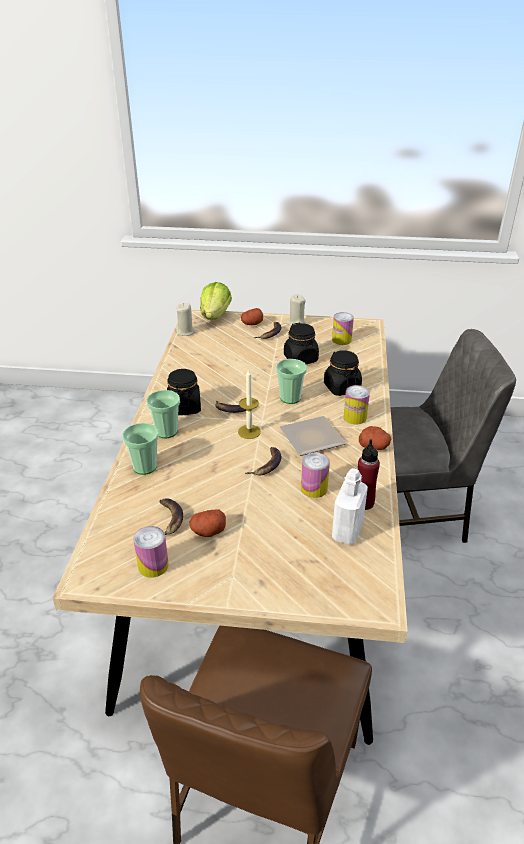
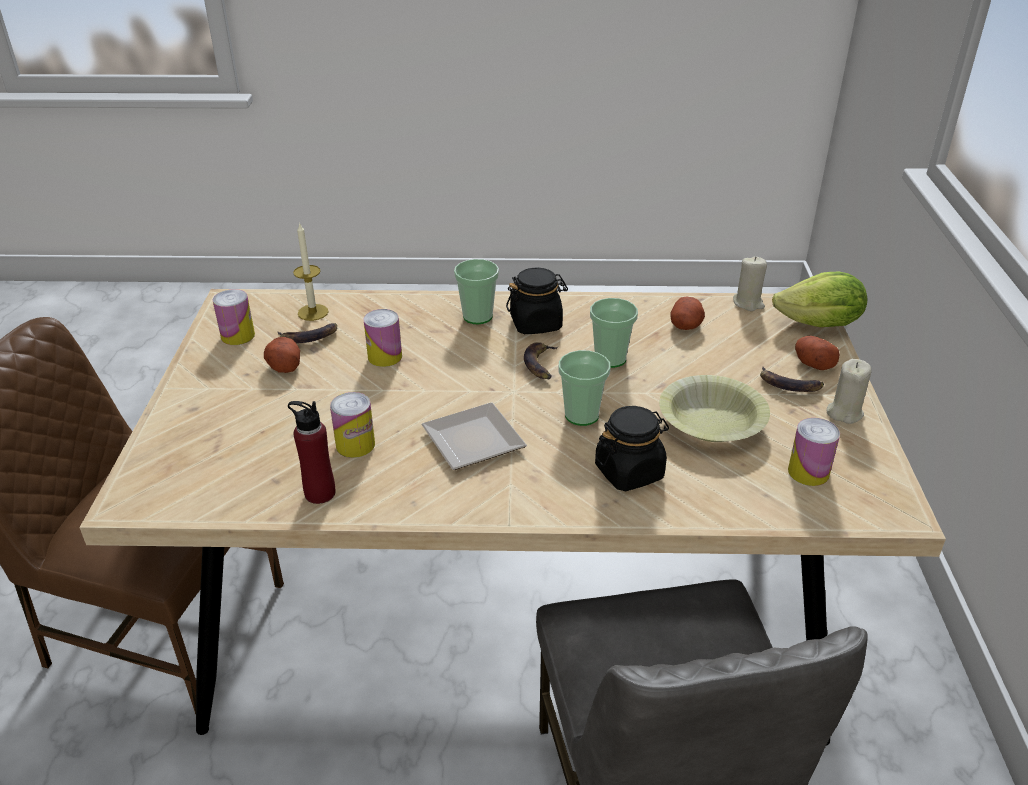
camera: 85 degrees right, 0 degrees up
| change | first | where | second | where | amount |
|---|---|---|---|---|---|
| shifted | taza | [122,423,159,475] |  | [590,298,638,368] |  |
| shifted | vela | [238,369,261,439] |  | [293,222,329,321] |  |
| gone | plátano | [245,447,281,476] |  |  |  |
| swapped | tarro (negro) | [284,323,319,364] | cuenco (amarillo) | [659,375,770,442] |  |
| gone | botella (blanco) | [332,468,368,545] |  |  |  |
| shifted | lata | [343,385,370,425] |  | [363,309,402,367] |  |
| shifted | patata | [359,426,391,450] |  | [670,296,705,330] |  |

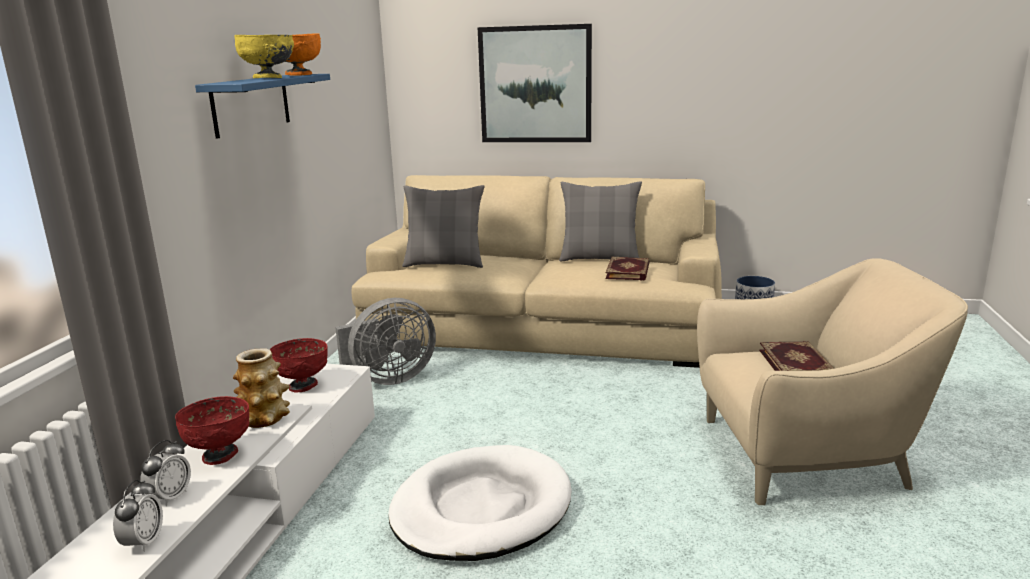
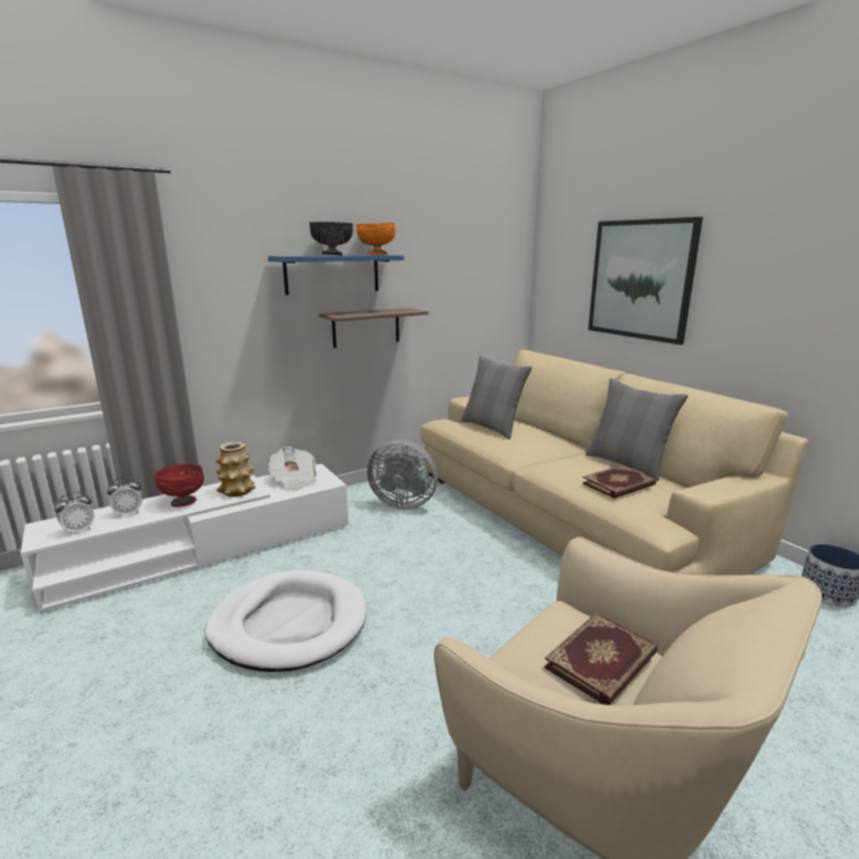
camera: 45 degrees right, 0 degrees up
| change | first | where | second | where | amount |
|---|---|---|---|---|---|
| repainted | cuenco (amarillo) | [234,35,294,78] | cuenco (negro) | [309,222,353,255] |  |
| swapped | cuenco (rojo) | [270,338,327,392] | periódico | [268,447,317,492] |  |
| new |  |  | estante | [319,308,429,348] |  |

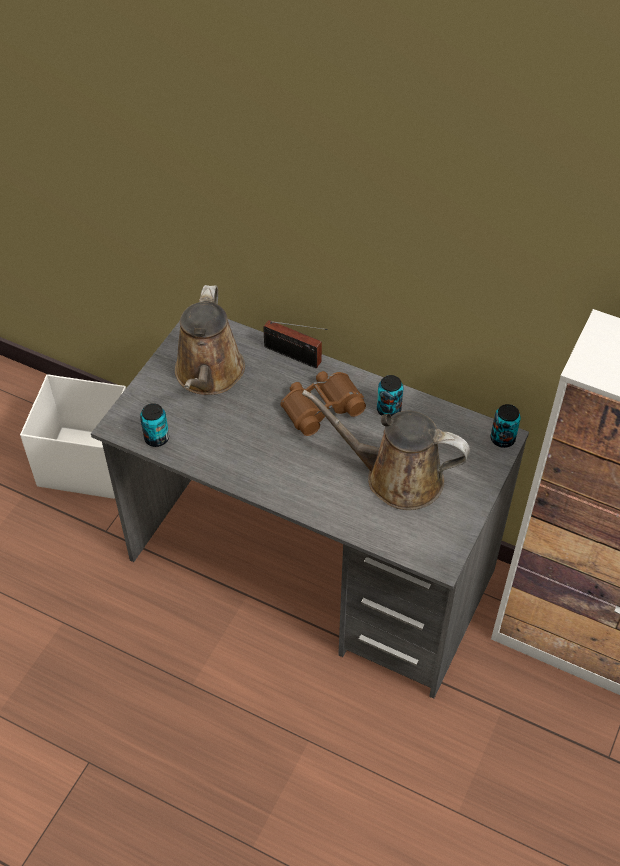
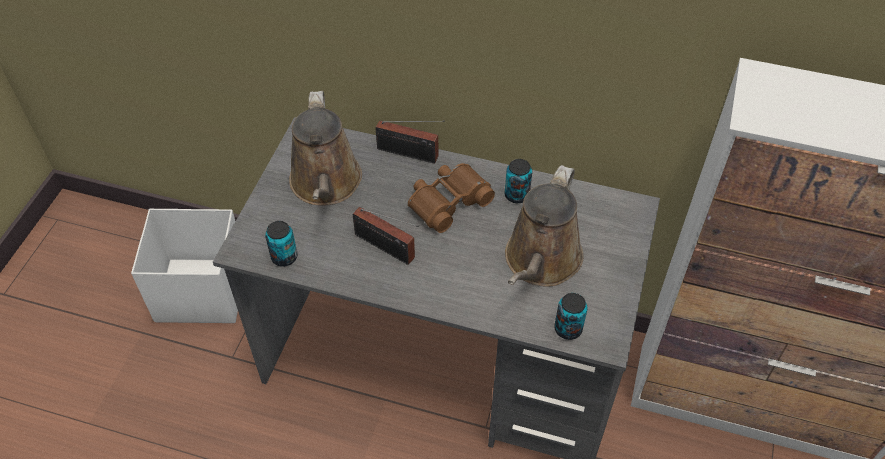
camera: 10 degrees left, 0 degrees up
| change | first | where | second | where | amount |
|---|---|---|---|---|---|
| rotated | regadera (marrón) | [302,390,470,510] |  | [505,165,583,287] | 75 degrees counterclockwise |
| shifted | lata | [491,404,521,448] |  | [554,293,587,340] |  |
| new |  |  | radio | [353,207,419,265] |  |

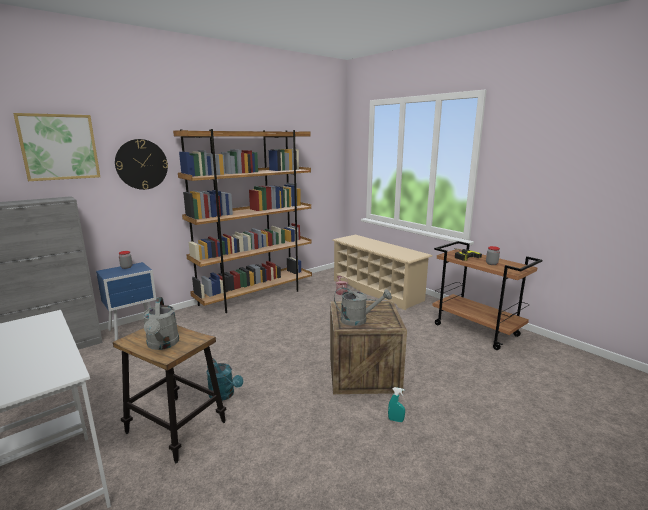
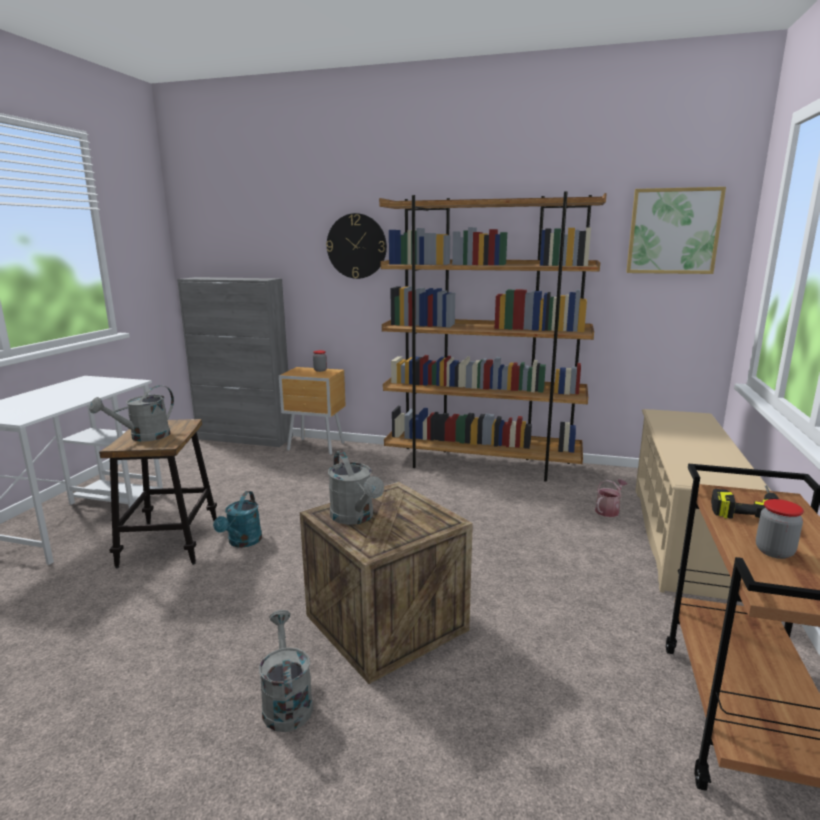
camera: 55 degrees right, 0 degrees up
| change | first | where | second | where | amount |
|---|---|---|---|---|---|
| shifted | cuadro | [13,113,100,181] |  | [626,187,726,274] |  |
| repainted | mesita de noche (azul) | [96,262,156,341] | mesita de noche (marrón) | [279,367,346,455] |  |
| swapped | pulverizador (turquesa) | [388,387,405,422] | regadera (gris) | [259,610,313,732] |  |

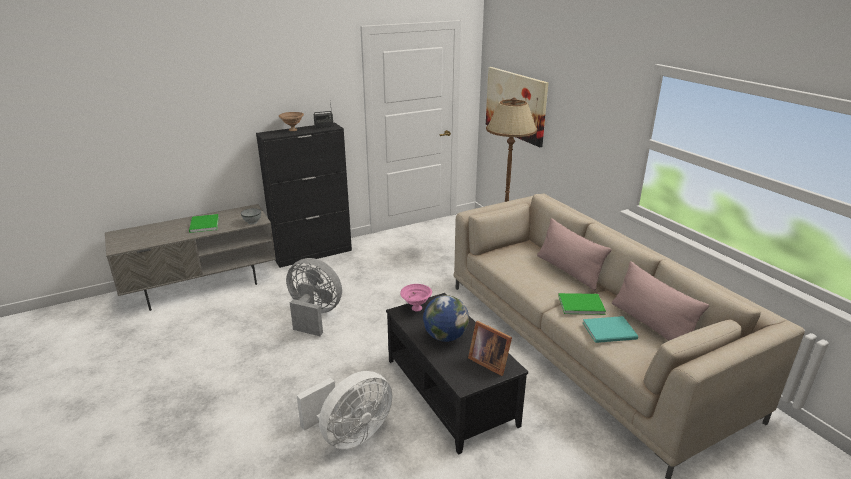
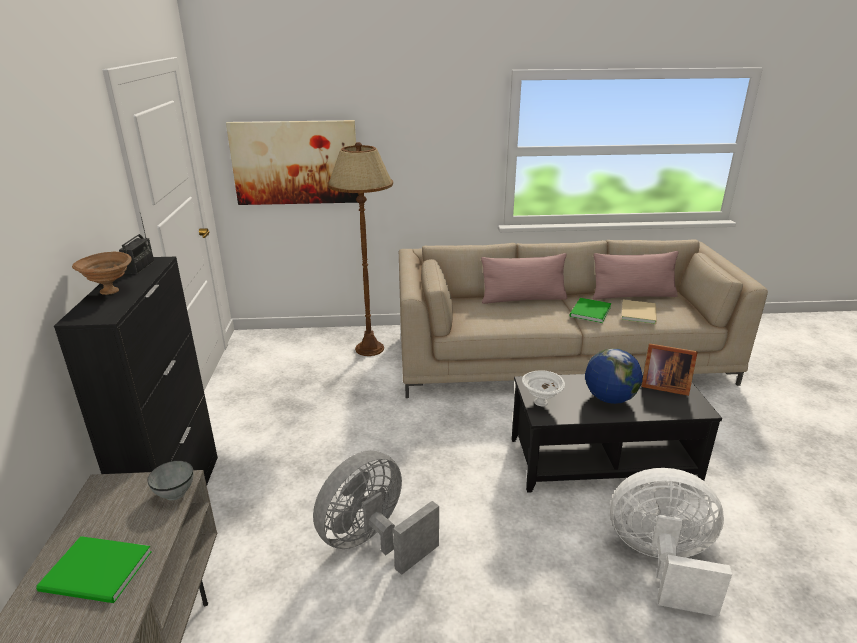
camera: 65 degrees left, 0 degrees up
| change | first | where | second | where | amount |
|---|---|---|---|---|---|
| rotated | ventilador (blanco) | [296,371,392,449] |  | [610,468,732,617] | 60 degrees counterclockwise |
| repainted | cuenco (rosa) | [400,284,432,312] | cuenco (blanco) | [522,370,565,406] |  |
| rotated | portarretratos | [468,321,512,376] |  | [641,343,698,396] | 45 degrees clockwise |
| repainted | libro (turquesa) | [583,316,638,343] | libro (beis) | [621,299,657,324] |  |

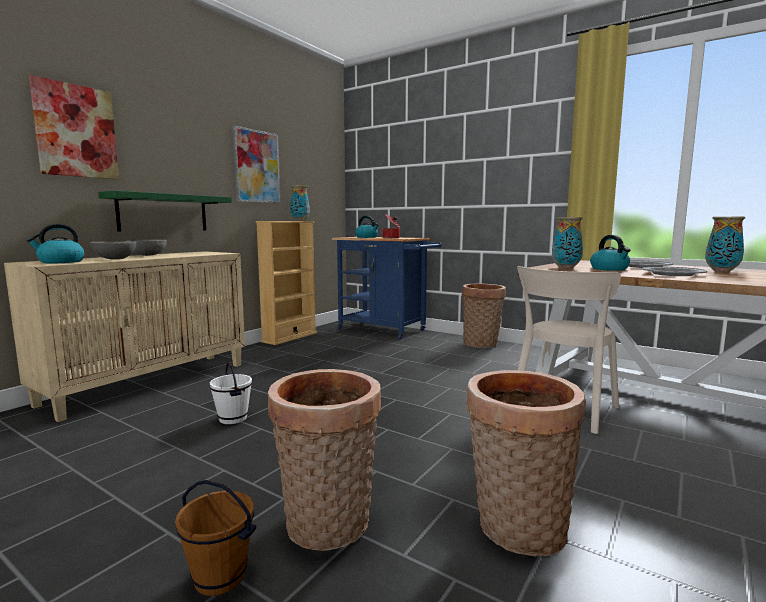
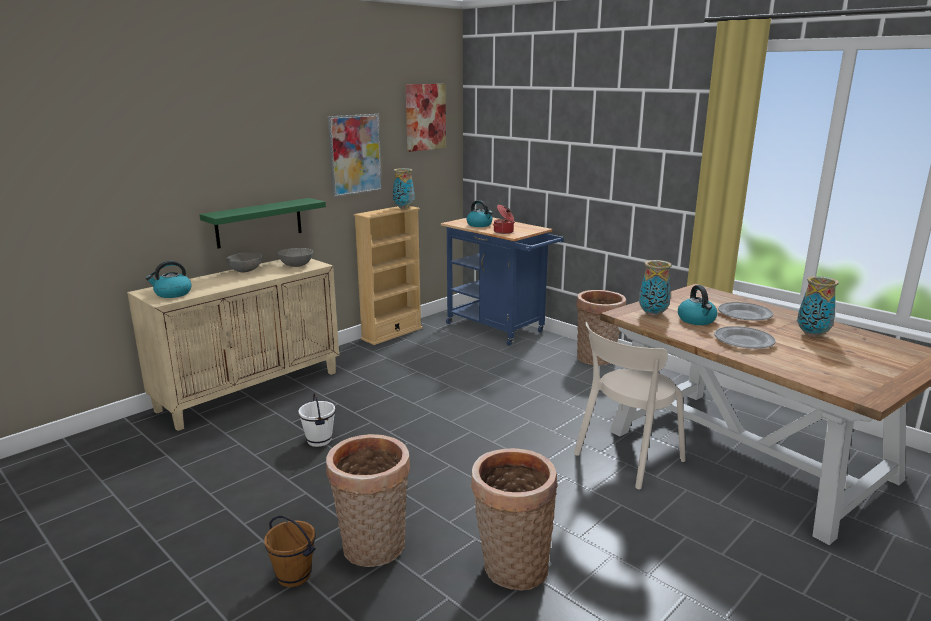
camera: 10 degrees right, 10 degrees up
| change | first | where | second | where | amount |
|---|---|---|---|---|---|
| shifted | cuadro | [29,75,119,180] |  | [405,84,446,152] |  |
| shifted | cuenco (gris) | [90,241,137,259] |  | [278,248,313,267] |  |

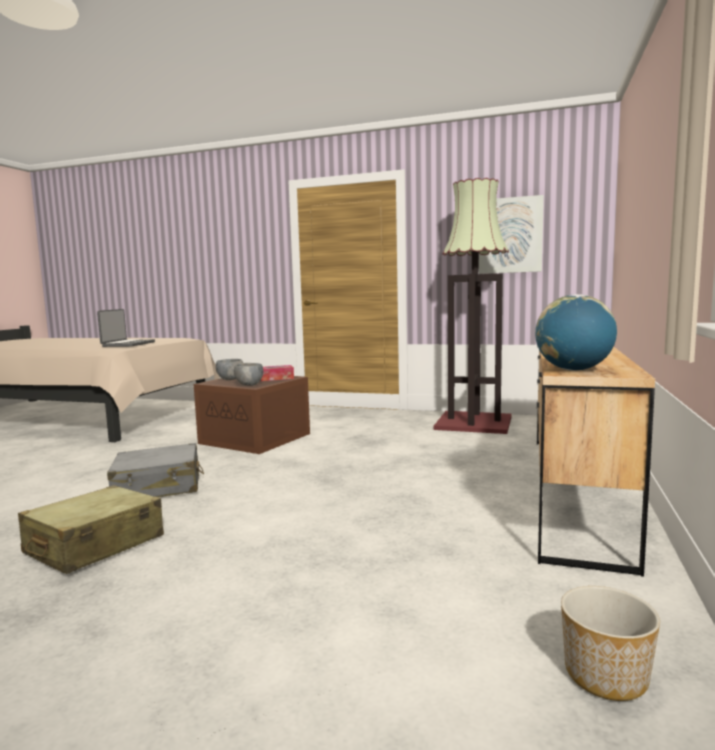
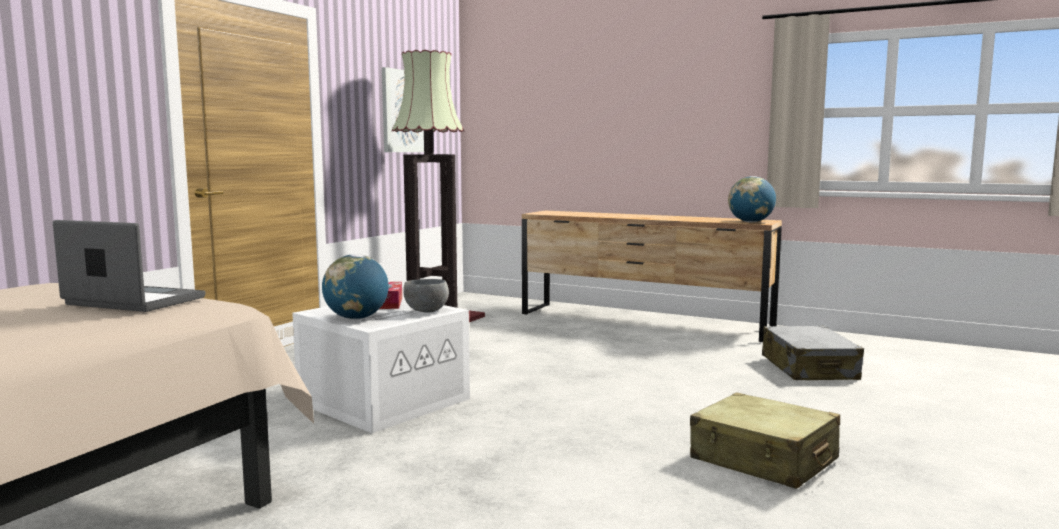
camera: 80 degrees left, 0 degrees up
| change | first | where | second | where | amount |
|---|---|---|---|---|---|
| shifted | maleta (gris) | [107,443,204,497] |  | [762,326,864,380] |  |
| repainted | caja de almacenaje (marrón) | [194,376,310,454] | caja de almacenaje (blanco) | [292,297,470,433] |  |
| swapped | cuenco (gris) | [216,359,243,380] | globo terráqueo | [322,254,389,319] |  |
| gone | maceta | [561,586,660,701] |  |  |  |

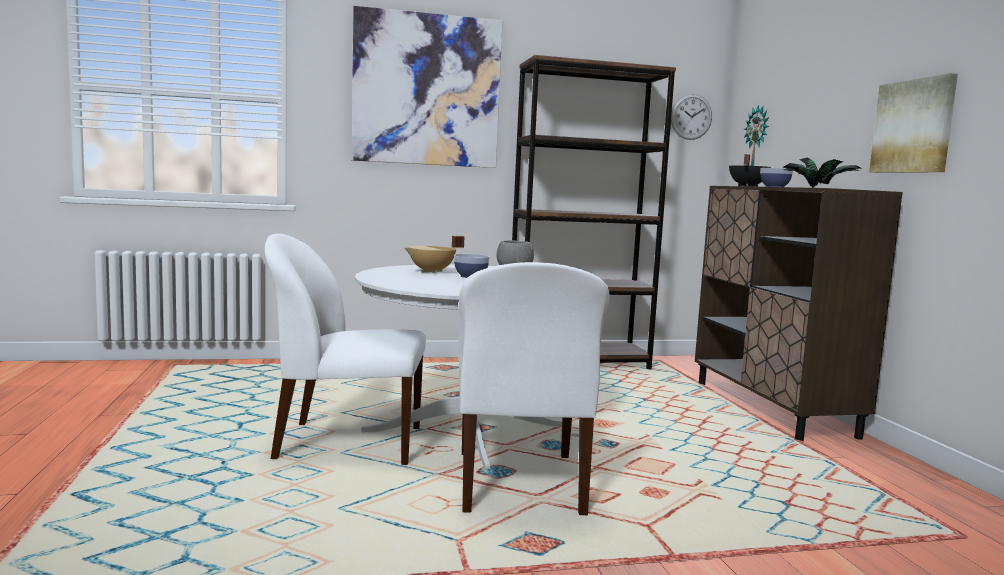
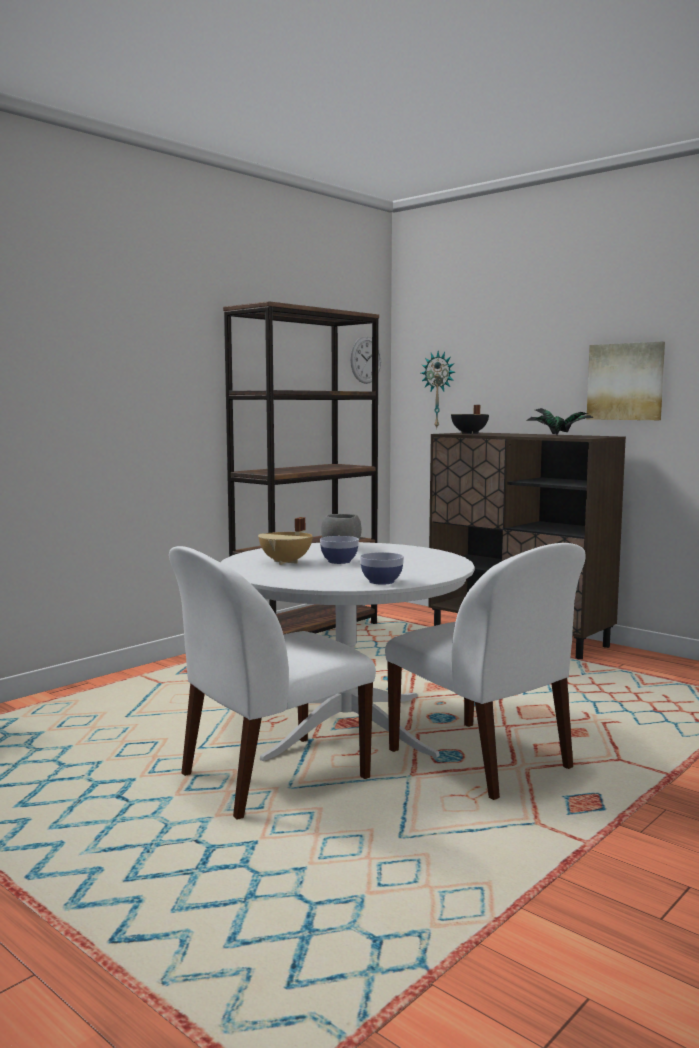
camera: 35 degrees left, 0 degrees up
| change | first | where | second | where | amount |
|---|---|---|---|---|---|
| gone | cuadro | [351,6,503,168] |  |  |  |
| shifted | cuenco | [760,168,793,187] |  | [360,552,404,585] |  |

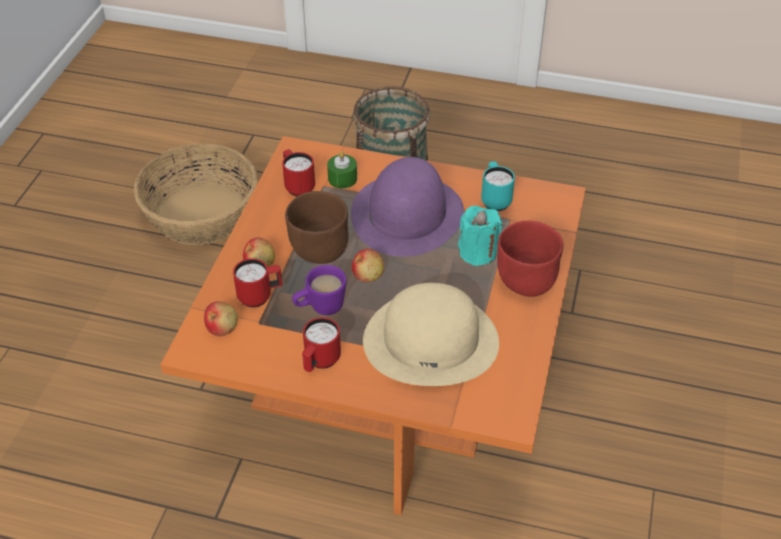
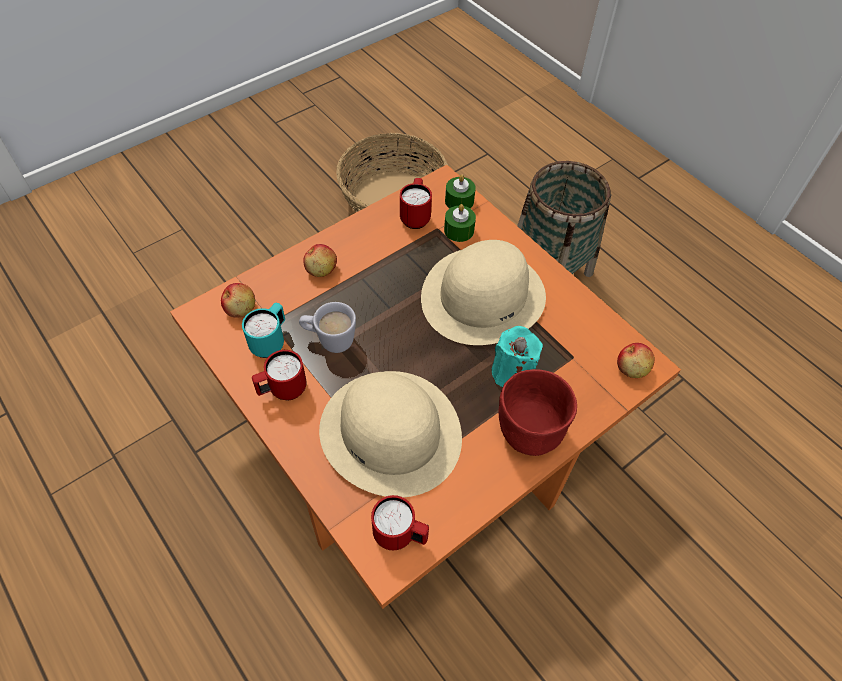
camera: 35 degrees right, 10 degrees up
| change | first | where | second | where | amount |
|---|---|---|---|---|---|
| shifted | taza grande (rojo) | [233,258,282,307] |  | [371,495,429,550] |  |
| gone | cuenco (marrón) | [285,191,348,264] |  |  |  |
| repainted | taza grande (morado) | [292,265,347,315] | taza grande (blanco) | [299,302,356,353] |  |
| repainted | sombrero (morado) | [351,157,464,257] | sombrero (beis) | [421,240,546,345] |  |
| shifted | manzana | [352,249,384,282] |  | [617,343,655,378] |  |
| shifted | taza grande (turquesa) | [481,161,515,211] |  | [242,303,285,358] |  |
| new |  |  | vela (verde) | [445,175,476,209] |  |

